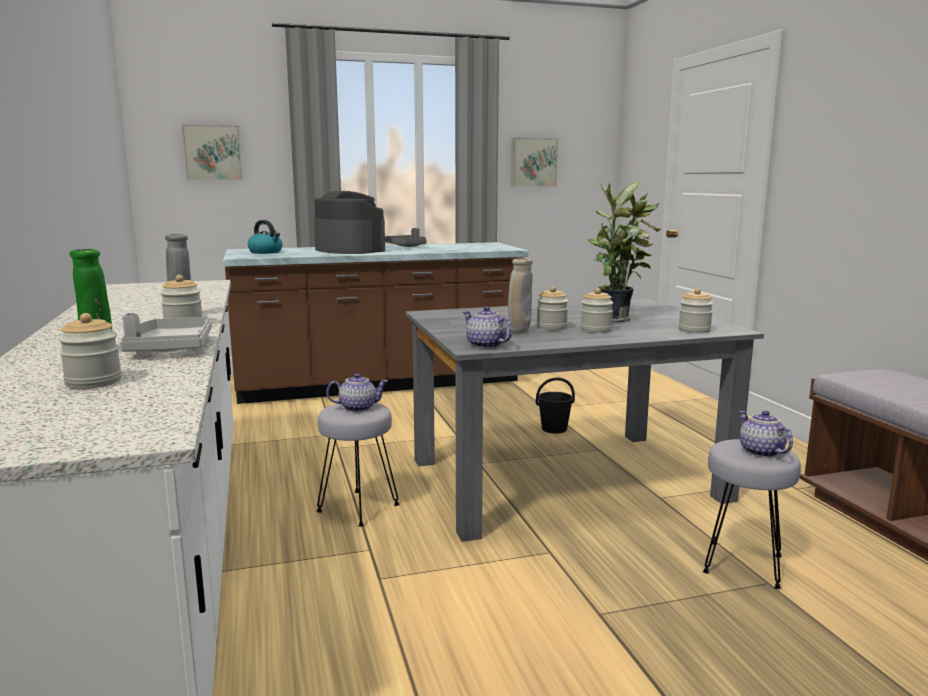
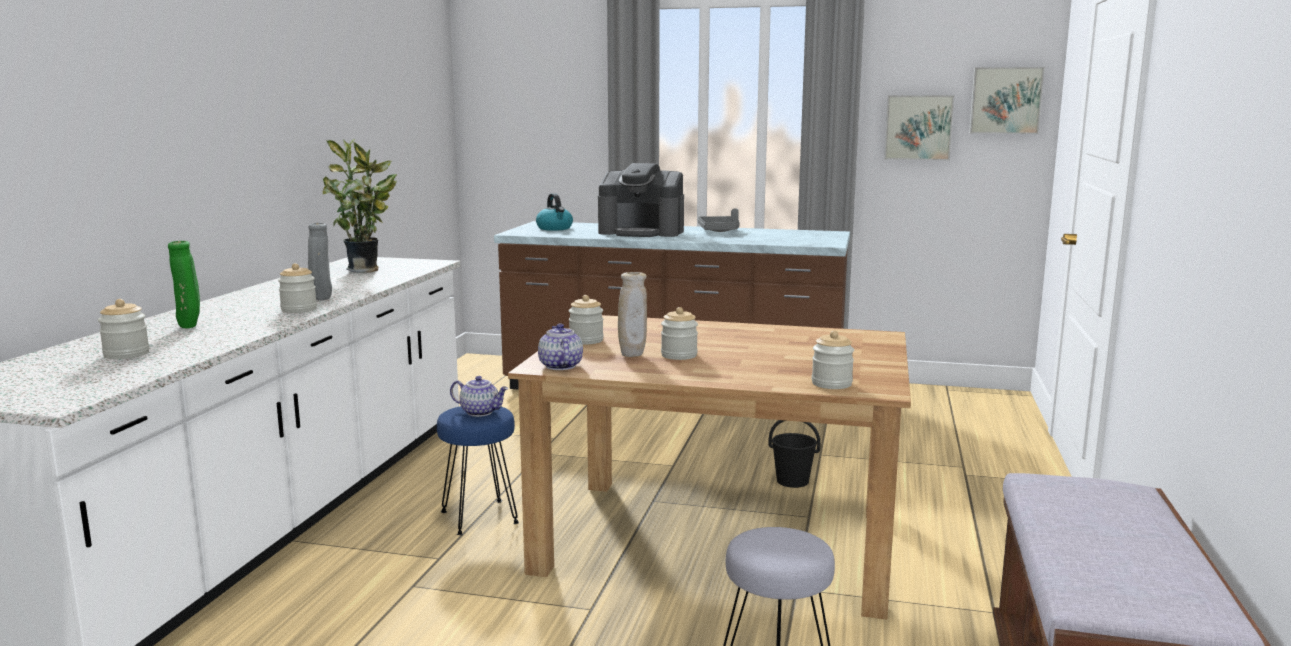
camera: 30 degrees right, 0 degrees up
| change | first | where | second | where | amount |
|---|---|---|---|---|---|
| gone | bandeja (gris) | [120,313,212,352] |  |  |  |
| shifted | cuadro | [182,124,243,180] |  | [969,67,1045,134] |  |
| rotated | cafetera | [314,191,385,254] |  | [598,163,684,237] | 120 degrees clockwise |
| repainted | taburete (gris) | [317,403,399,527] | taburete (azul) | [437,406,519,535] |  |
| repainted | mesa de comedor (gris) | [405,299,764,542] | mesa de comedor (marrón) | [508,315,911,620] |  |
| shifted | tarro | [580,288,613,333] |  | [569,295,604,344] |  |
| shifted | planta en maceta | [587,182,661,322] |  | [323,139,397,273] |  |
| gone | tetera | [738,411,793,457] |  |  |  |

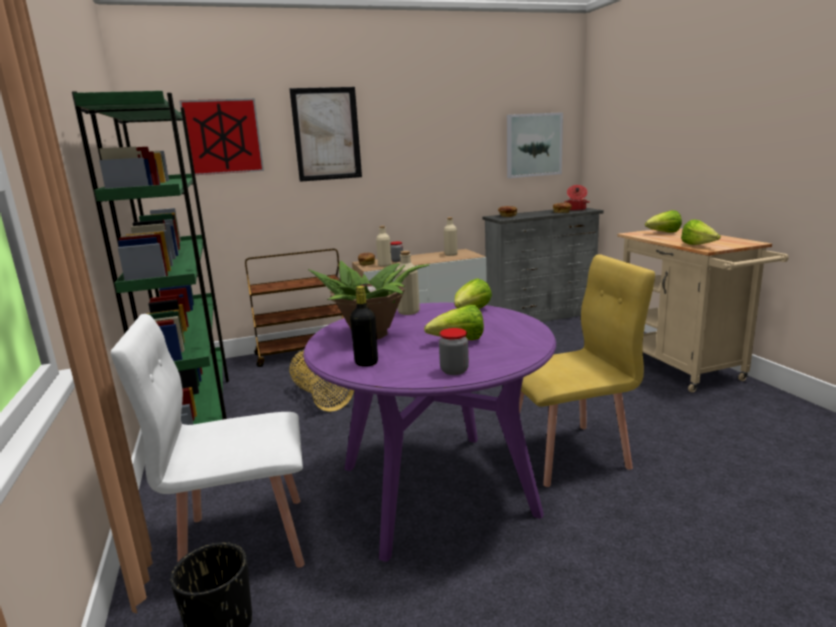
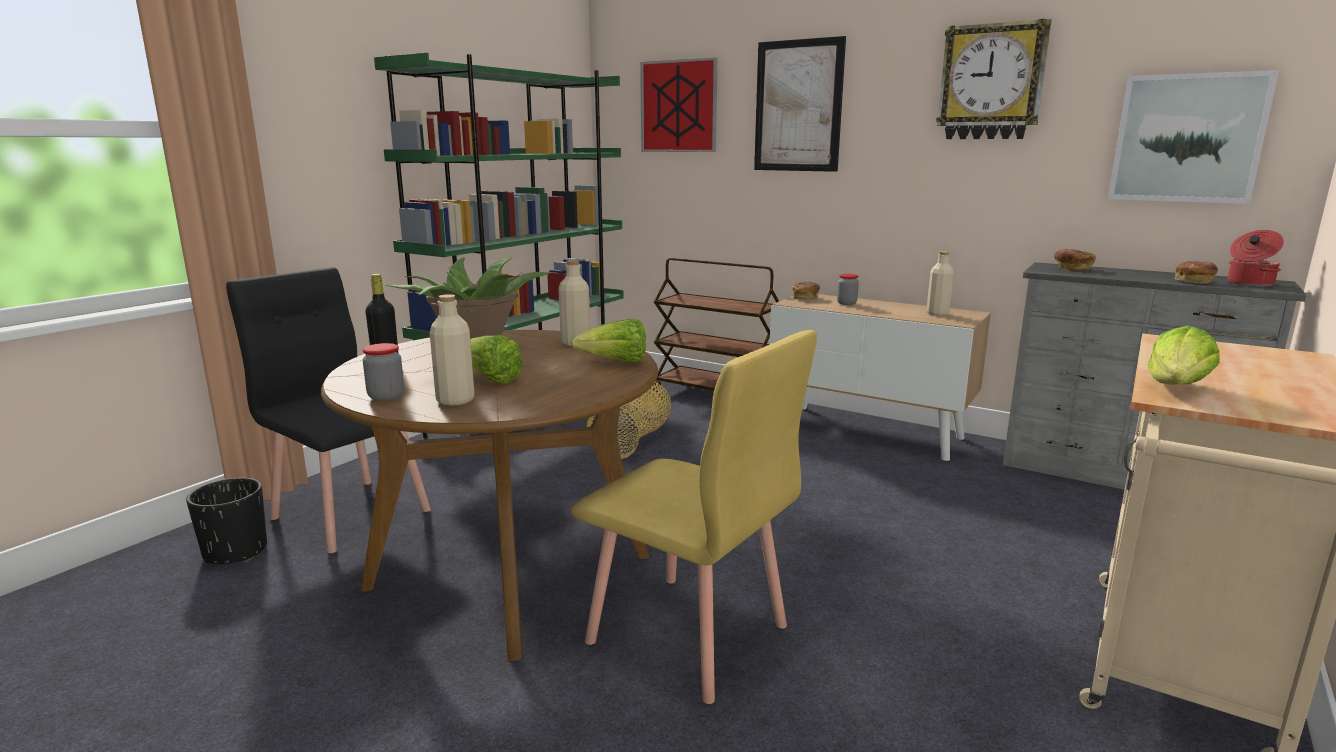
camera: 50 degrees right, 0 degrees up
| change | first | where | second | where | amount |
|---|---|---|---|---|---|
| repainted | silla (blanco) | [111,314,305,568] | silla (negro) | [226,267,431,553] |  |
| repainted | mesa de comedor (morado) | [303,303,556,562] | mesa de comedor (marrón) | [321,330,658,661] |  |
| shifted | botella (beis) | [376,226,392,267] |  | [430,294,474,406] |  |
| gone | lechuga | [645,210,682,233] |  |  |  |
| new |  |  | reloj de pared | [936,19,1051,139] |  |

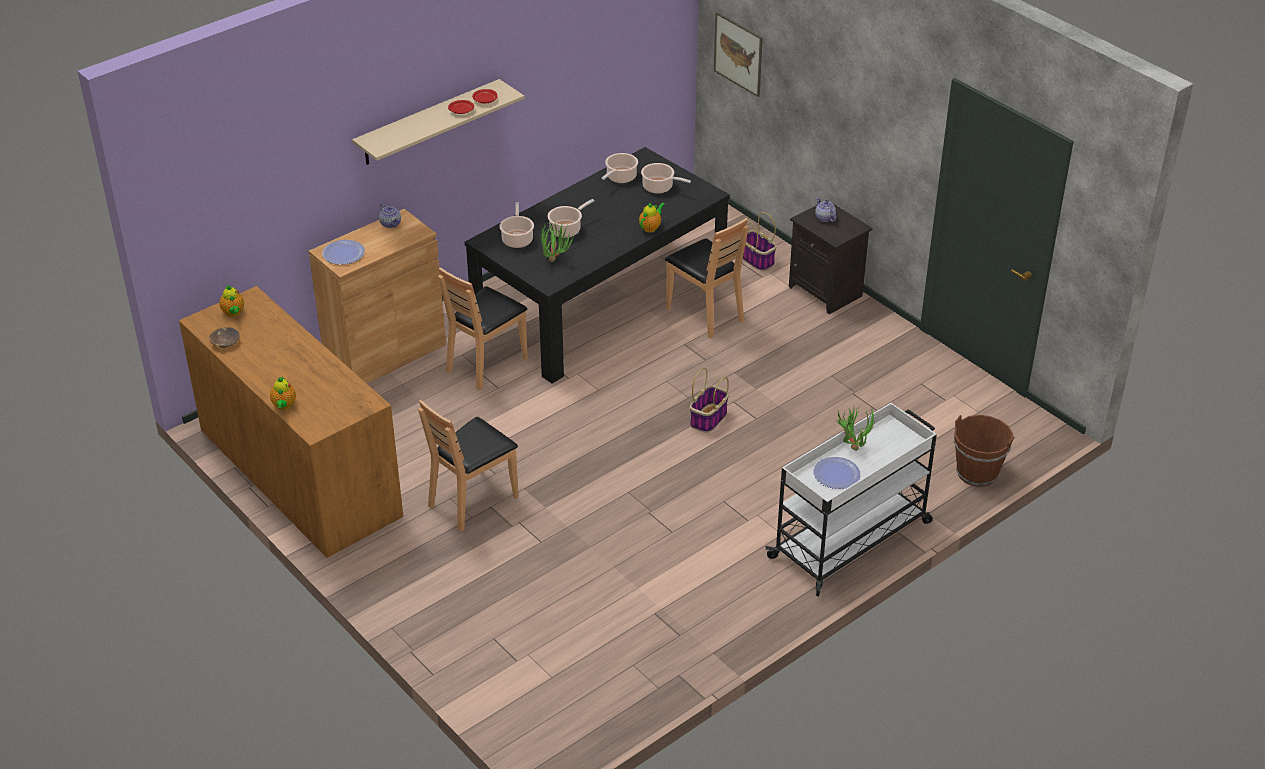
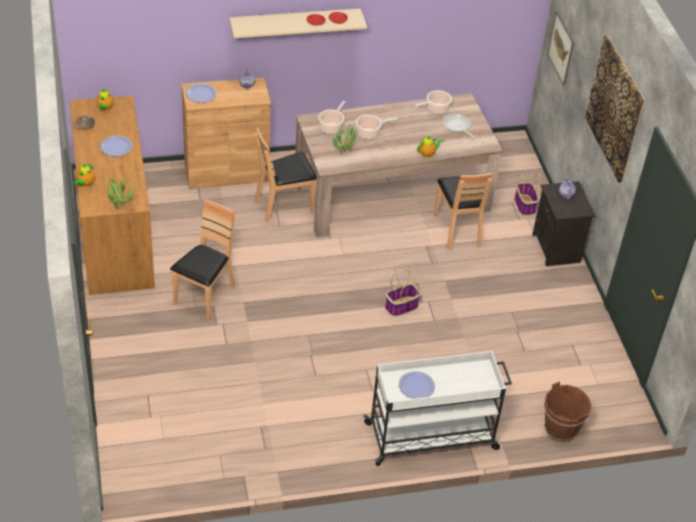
camera: 25 degrees right, 5 degrees up
| change | first | where | second | where | amount |
|---|---|---|---|---|---|
| rotated | silla (marrón) | [418,400,518,531] |  | [170,199,236,321] | 135 degrees clockwise |
| repainted | mesa de comedor (negro) | [465,147,730,383] | mesa de comedor (beis) | [295,93,503,237] |  |
| swapped | olla | [641,163,691,193] | sartén | [443,114,476,140] |  |
| shifted | planta en maceta | [834,405,877,451] |  | [107,175,136,209] |  |
| new |  |  | plato | [100,135,132,156] |  |
| new |  |  | cuadro | [585,35,645,183] |  |

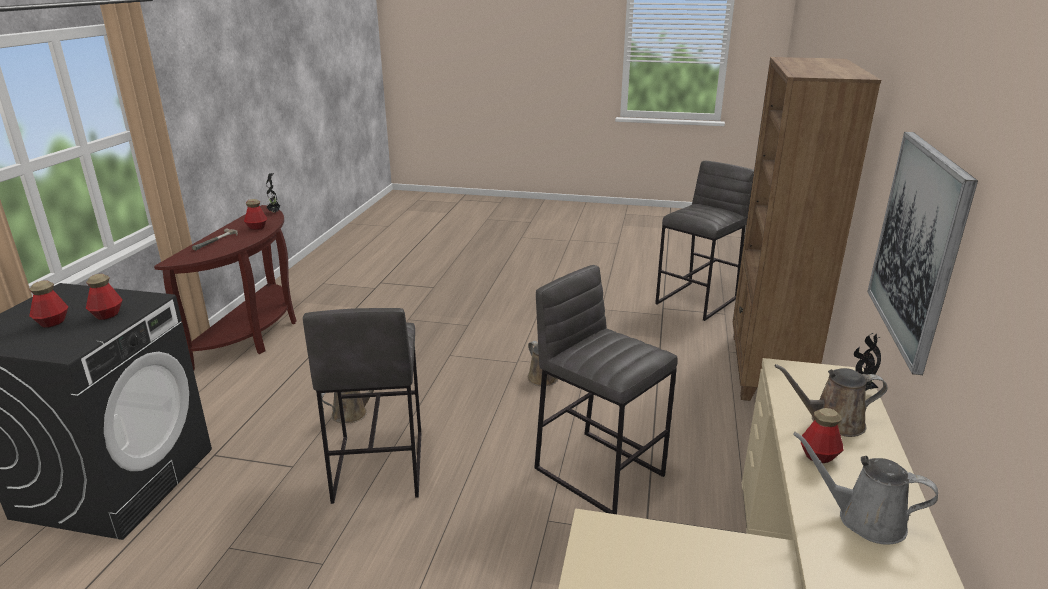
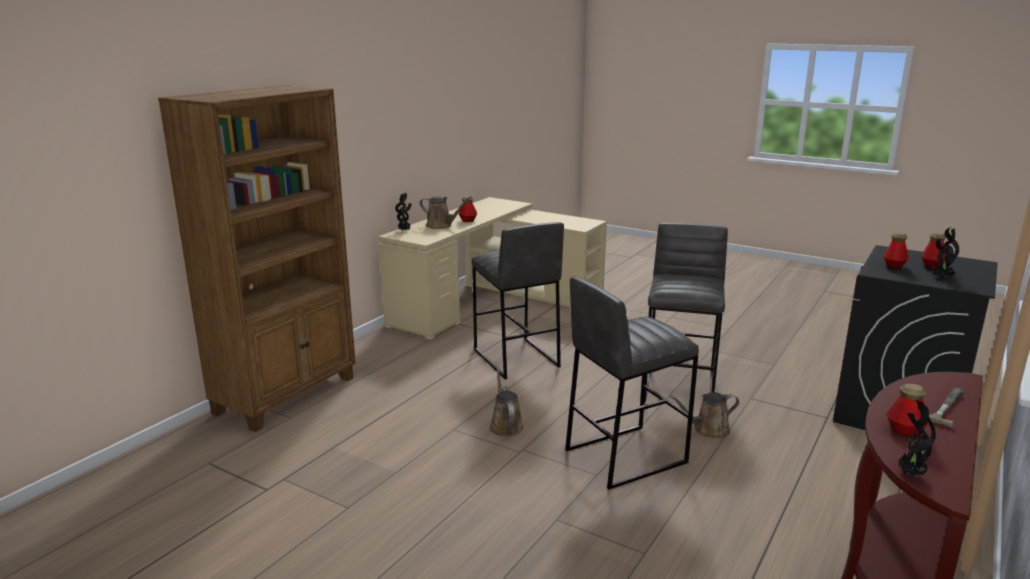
camera: 160 degrees left, 5 degrees down
| change | first | where | second | where | amount |
|---|---|---|---|---|---|
| shifted | taburete (gris) | [655,161,754,321] |  | [565,277,699,490] |  |
| gone | regadera (gris) | [793,432,938,545] |  |  |  |
| gone | cuadro | [867,132,978,375] |  |  |  |
| new |  |  | planta en maceta | [933,227,959,278] |  |

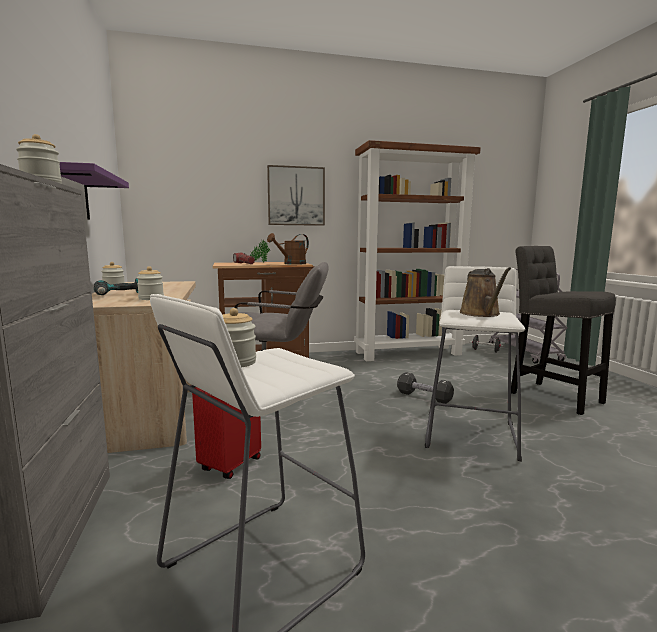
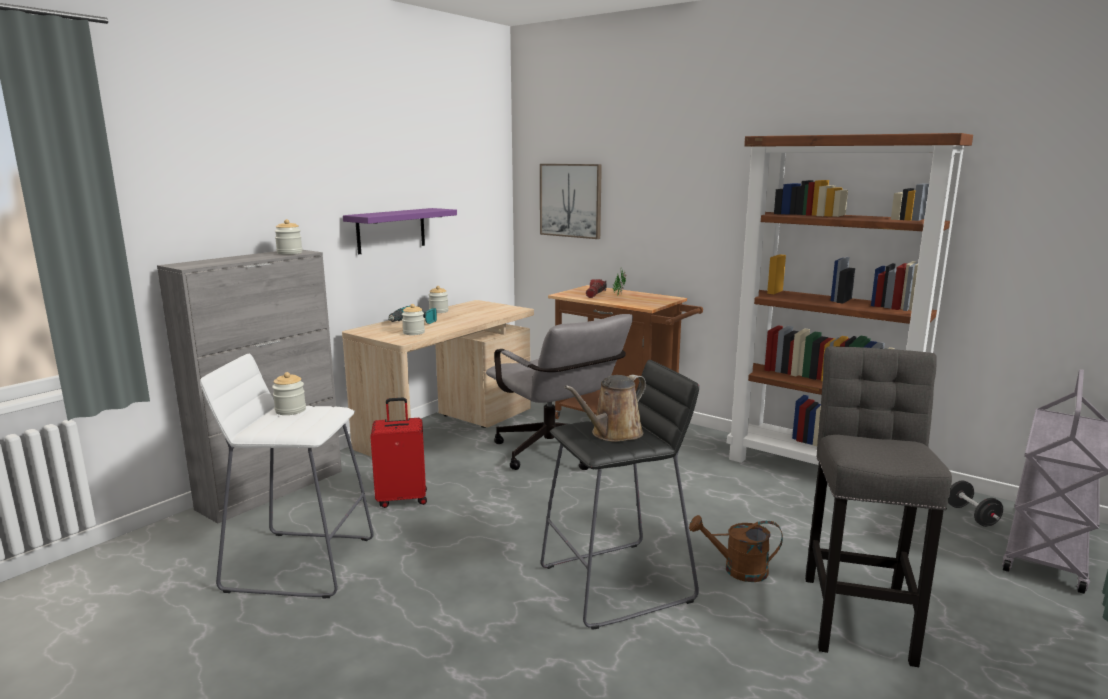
camera: 50 degrees right, 5 degrees up
| change | first | where | second | where | amount |
|---|---|---|---|---|---|
| shifted | cuadro | [267,165,325,226] |  | [540,164,602,239] |  |
| shifted | regadera (marrón) | [267,233,309,265] |  | [689,515,783,582] |  |
| gone | mancuerna (negro) | [397,372,454,404] |  |  |  |
| repainted | taburete (blanco) | [425,266,525,462] | taburete (negro) | [541,360,699,630] |  |

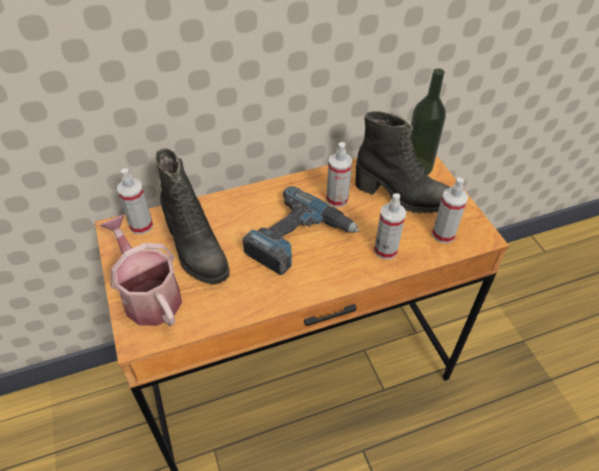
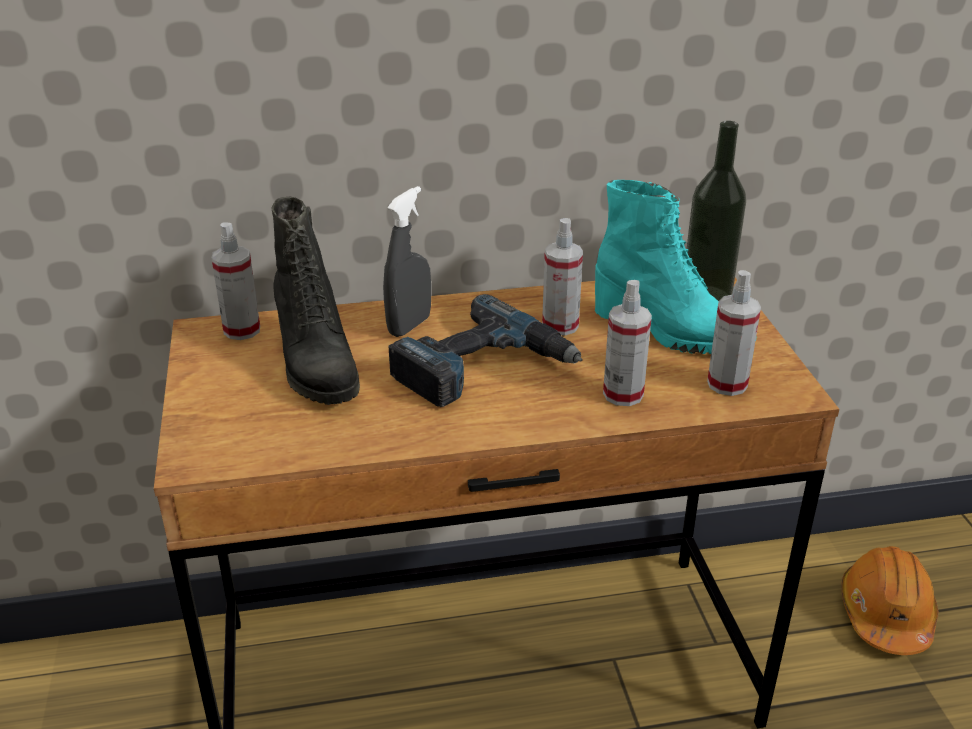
camera: 10 degrees right, 15 degrees down
| change | first | where | second | where | amount |
|---|---|---|---|---|---|
| gone | regadera | [100,215,182,326] |  |  |  |
| repainted | bota (negro) | [355,111,450,214] | bota (turquesa) | [595,180,757,354] |  |
| new |  |  | pulverizador (gris) | [383,186,431,337] |  |
| new |  |  | casco (naranja) | [841,546,938,655] |  |

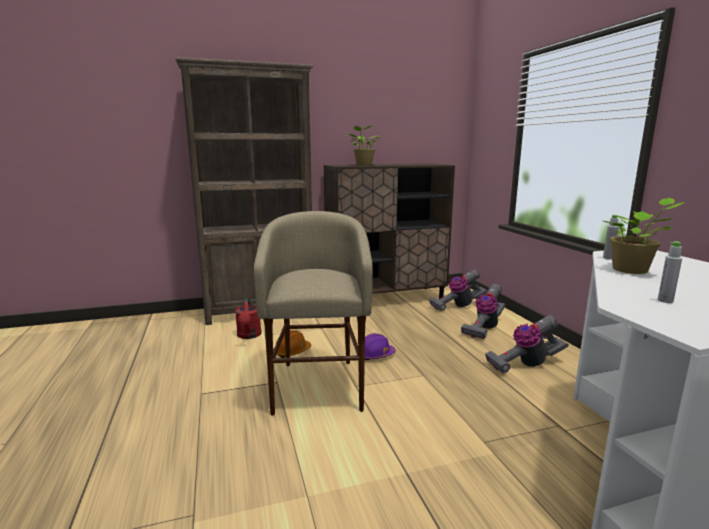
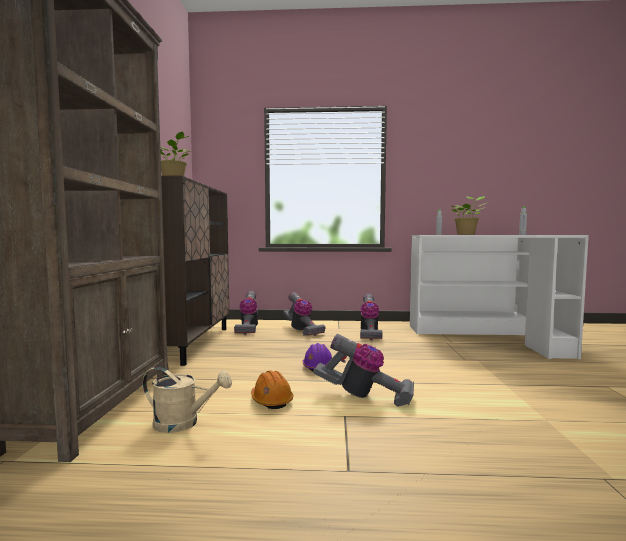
camera: 70 degrees left, 10 degrees down
| change | first | where | second | where | amount |
|---|---|---|---|---|---|
| repainted | regadera (rojo) | [235,298,262,339] | regadera (beis) | [143,367,232,433] |  |
| swapped | taburete (beis) | [254,211,373,415] | aspiradora | [313,334,414,407] |  |

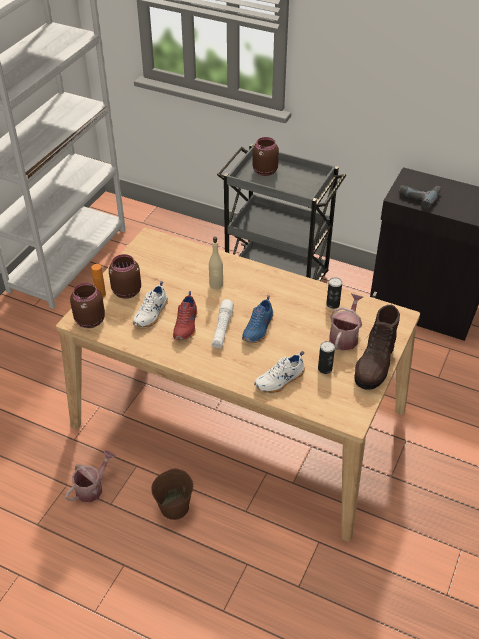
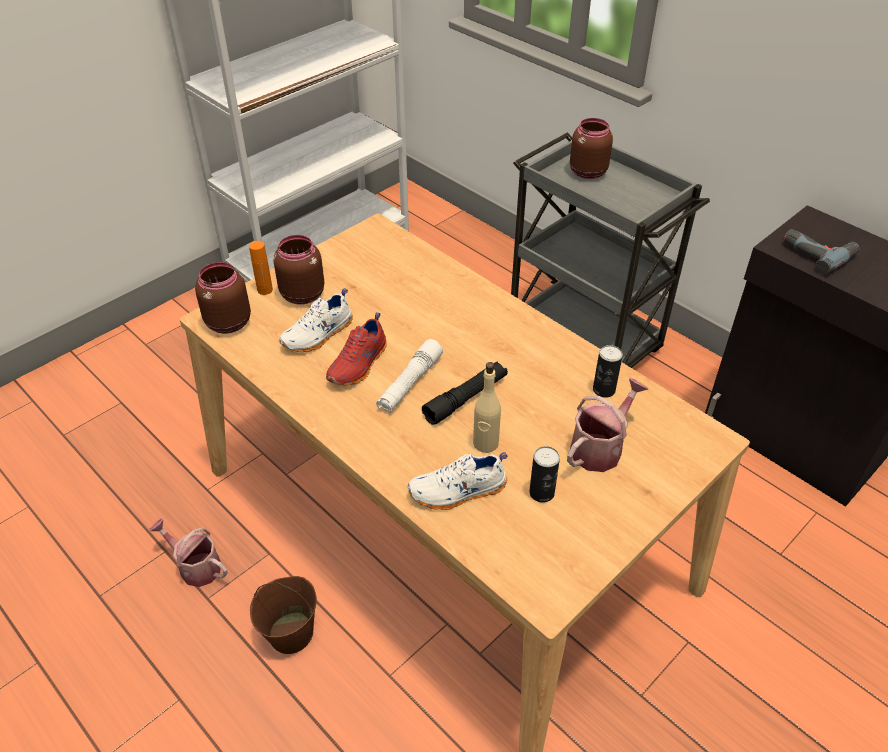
camera: 20 degrees right, 0 degrees up
| change | first | where | second | where | amount |
|---|---|---|---|---|---|
| rotated | regadera | [65,450,115,502] |  | [149,518,228,587] | 120 degrees counterclockwise |
| shifted | botella (beis) | [209,237,223,289] |  | [473,362,501,453] |  |
| swapped | zapato (azul) | [242,295,273,343] | linterna (negro) | [422,361,508,425] |  |
| gone | bota (marrón) | [354,305,400,390] |  |  |  |

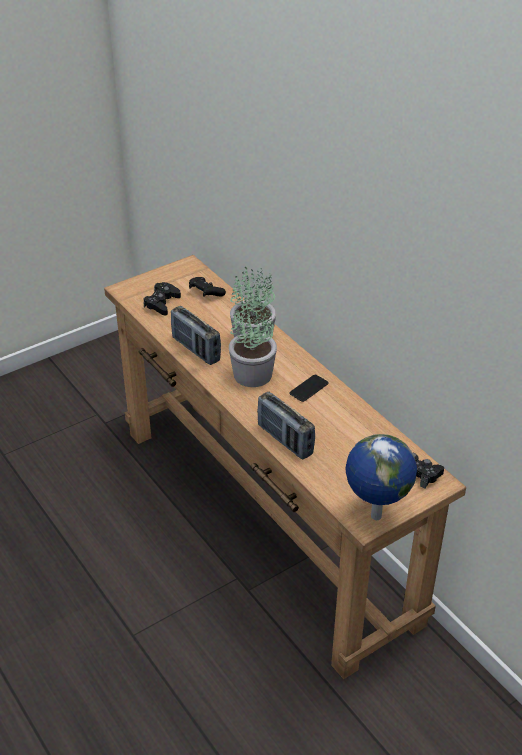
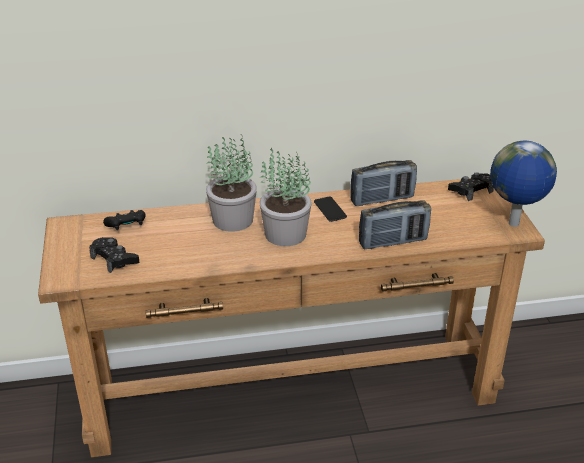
camera: 65 degrees left, 5 degrees down
| change | first | where | second | where | amount |
|---|---|---|---|---|---|
| shifted | radio | [171,306,221,365] |  | [350,160,417,206] |  |

